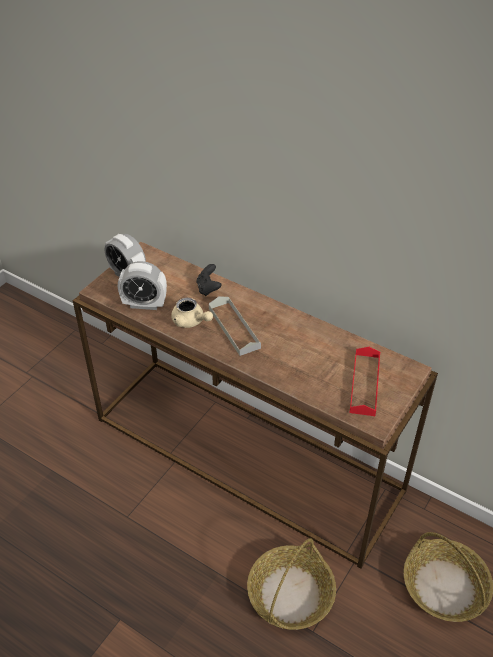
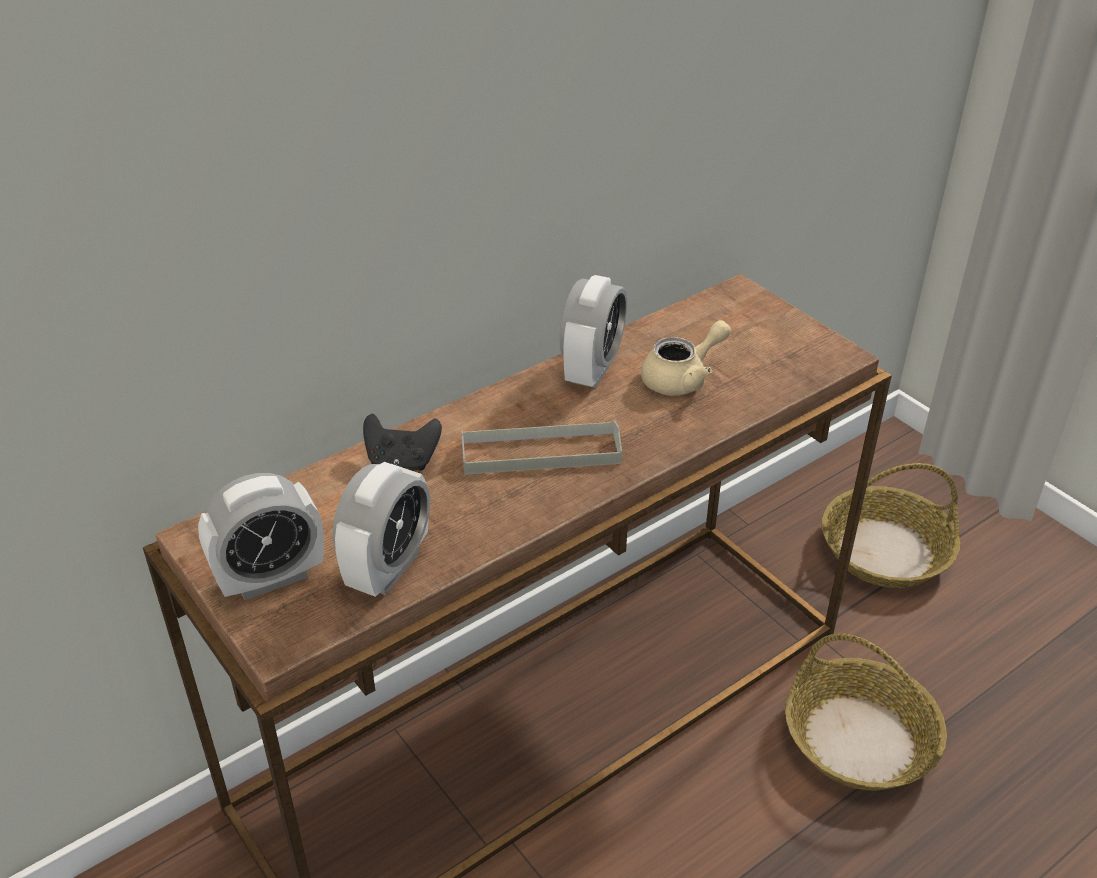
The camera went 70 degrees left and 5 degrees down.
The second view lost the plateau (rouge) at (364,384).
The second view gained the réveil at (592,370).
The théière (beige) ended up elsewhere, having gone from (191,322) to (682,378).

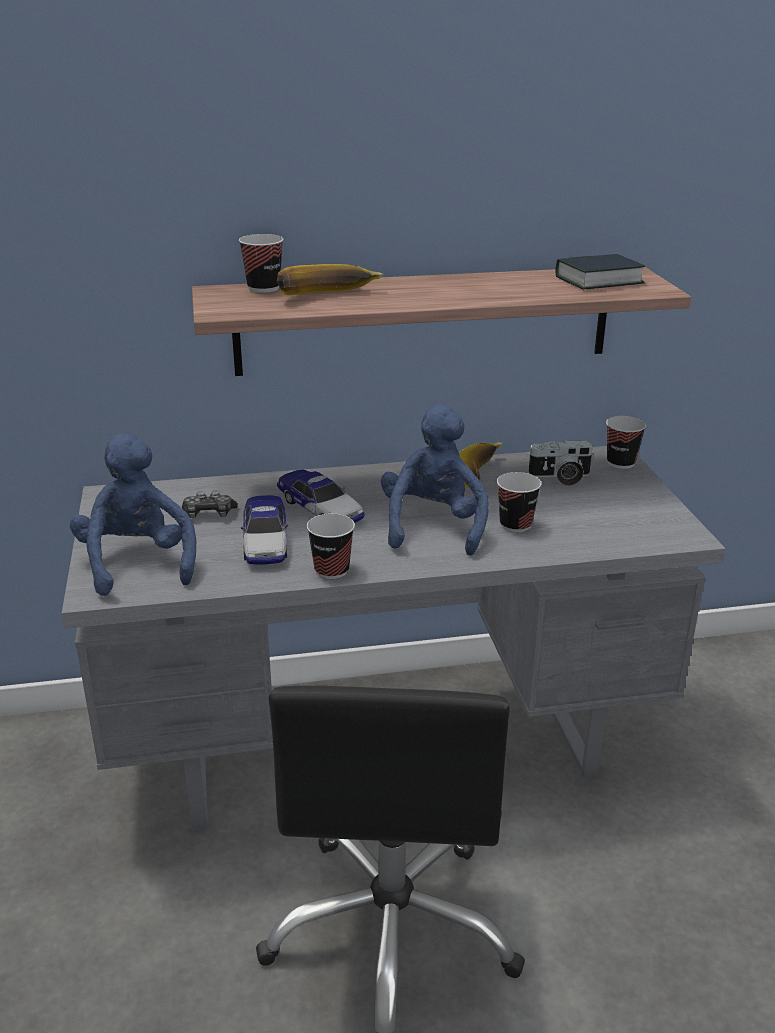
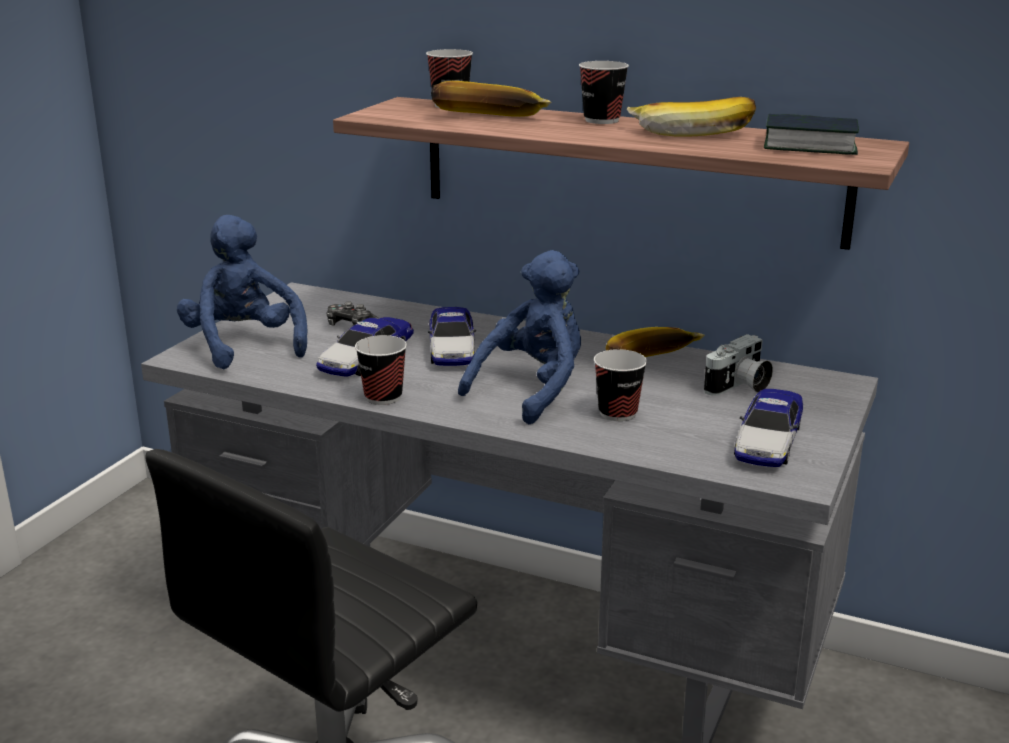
The camera went 35 degrees right and 5 degrees down.
The second view gained the banane at (691,132).
The second view gained the petite voiture at (768,440).
The tasse ended up elsewhere, having gone from (621,463) to (601,120).
The peluche (bleu) at (137,562) ended up facing another way, 45 degrees counterclockwise from before.
The appareil photo at (560,477) ended up facing another way, 75 degrees counterclockwise from before.

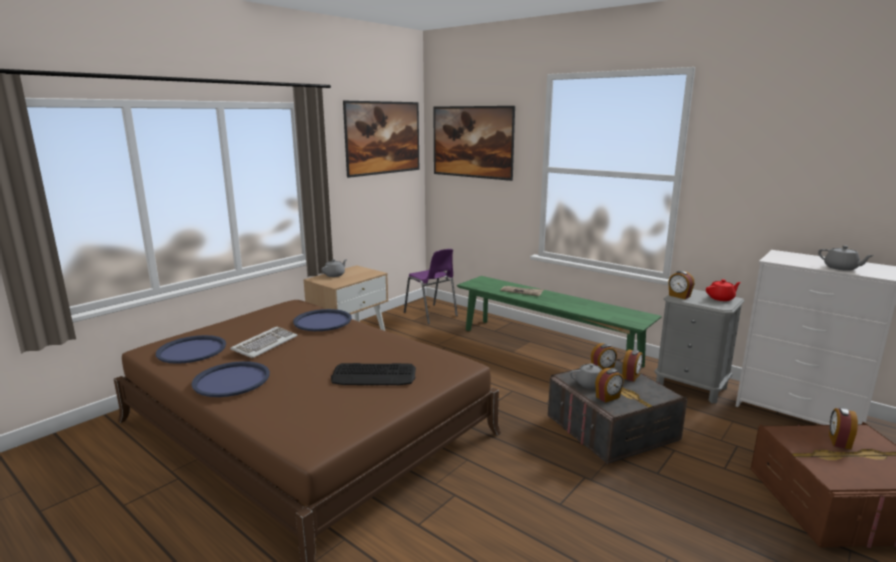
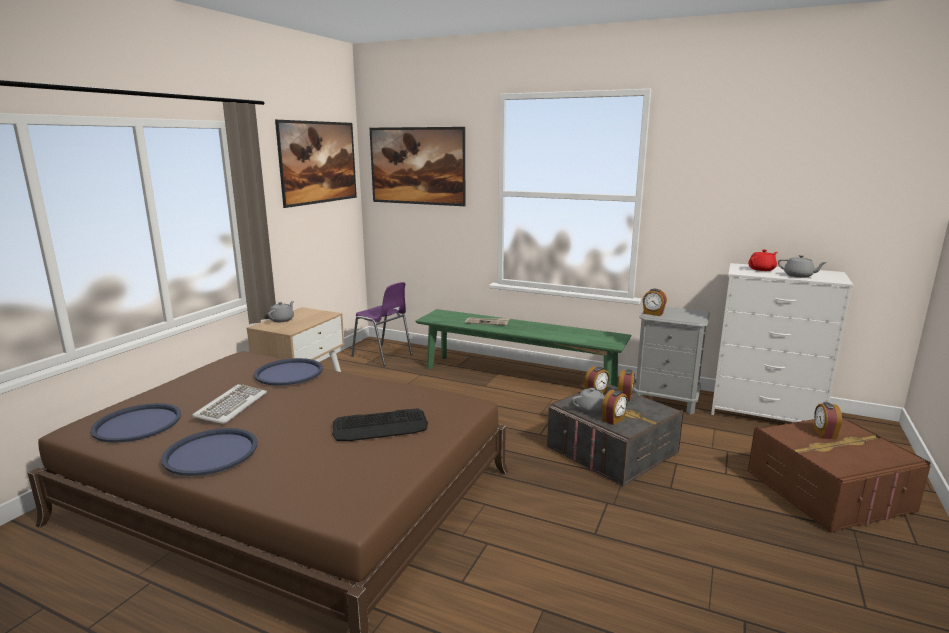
The camera went 15 degrees left and 0 degrees up.
The théière (rouge) ended up elsewhere, having gone from (721,298) to (762,269).

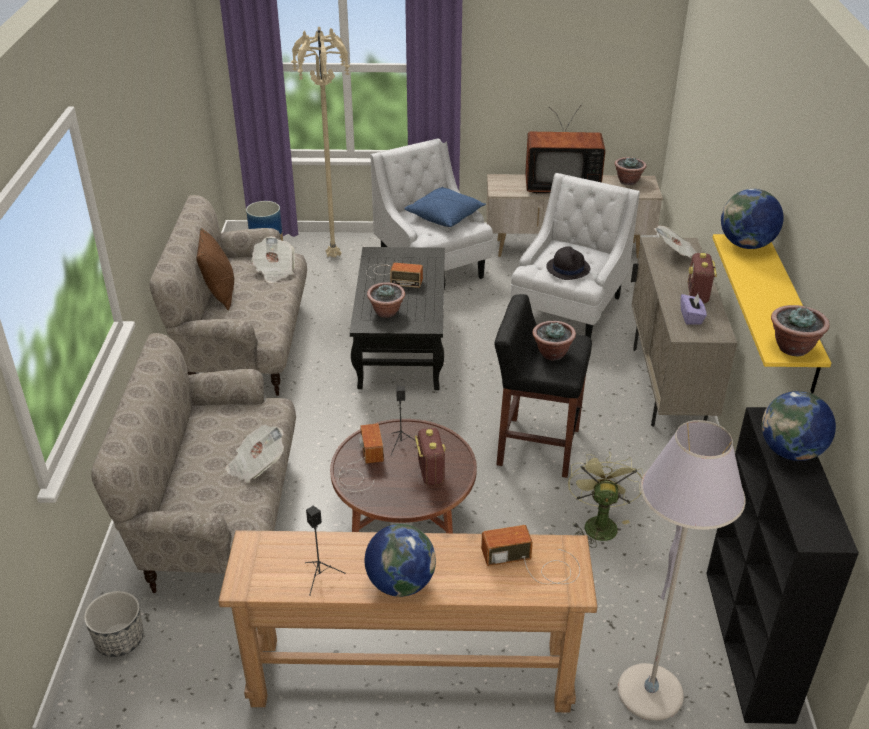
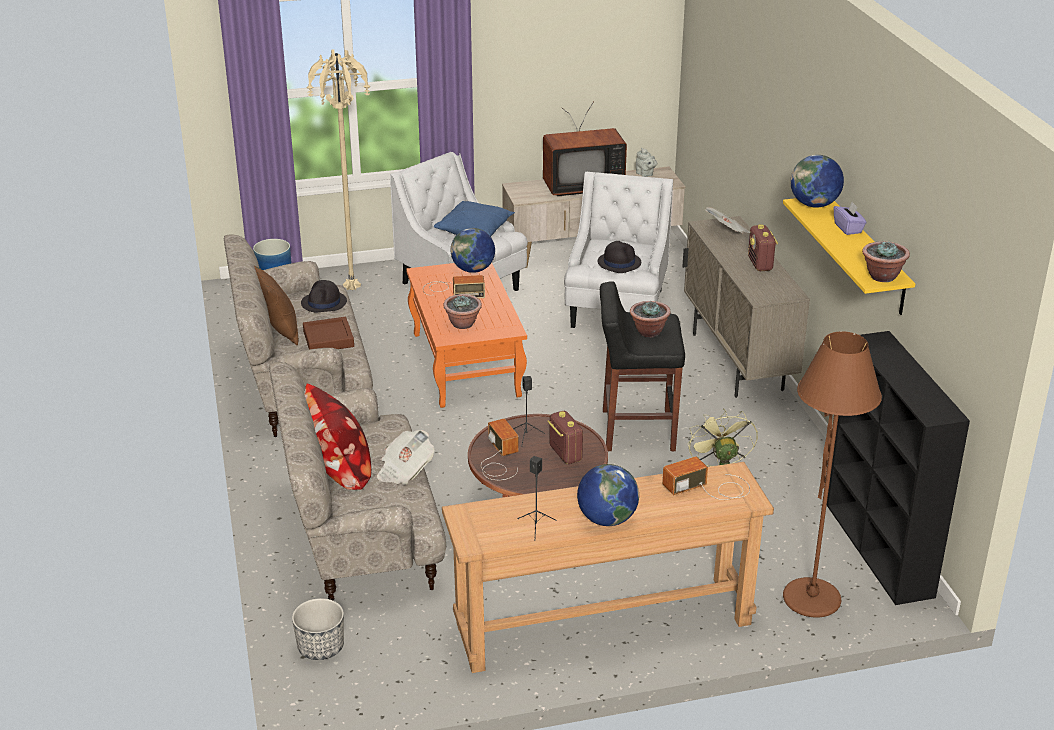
The camera went 15 degrees left and 5 degrees down.
The second view gained the plateau (marron) at (328,339).
The second view gained the coussin at (339,471).
The boîte à mouchoirs (violet) ended up elsewhere, having gone from (691,317) to (848,228).
The globe ended up elsewhere, having gone from (791,452) to (473,270).
Where the journal stood at (274,270), the chapeau (noir) came to stand at (324,303).
Where the plante en pot stood at (628,181), the théière (gris) came to stand at (645,174).
What was the table basse (noir) at (401,346) turned into the table basse (orange) at (465,364).
What was the lampadaire (gris) at (649,693) turned into the lampadaire (marron) at (811,599).

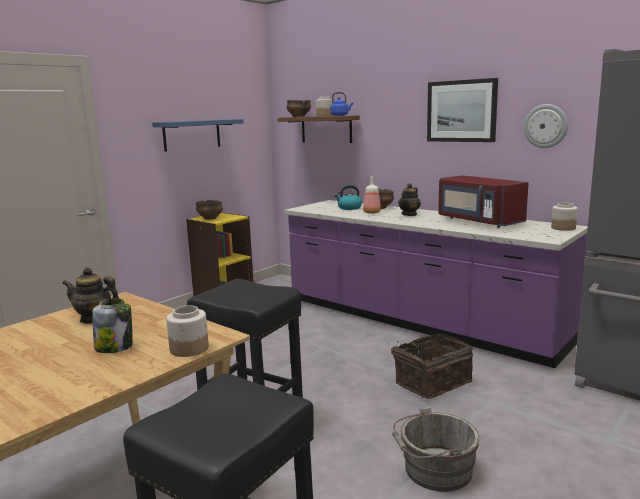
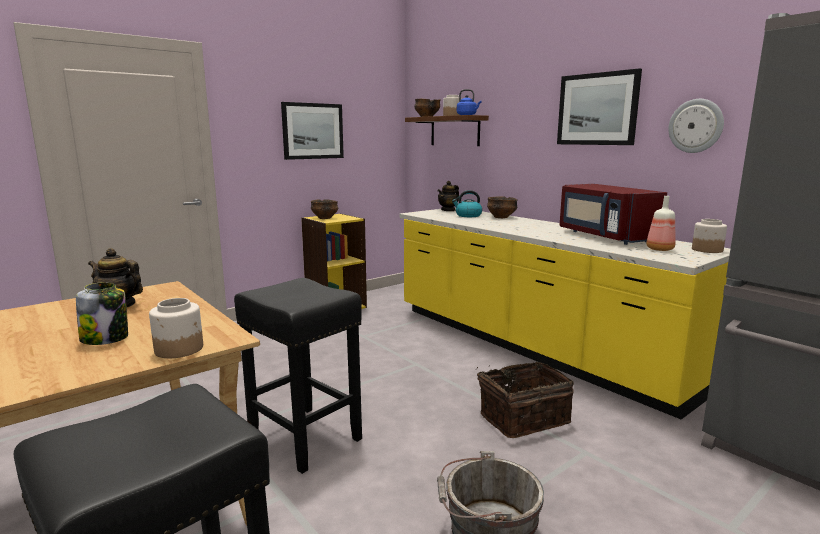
The camera went 10 degrees right and 0 degrees up.
The bouteille ended up elsewhere, having gone from (371,212) to (659,249).
The théière ended up elsewhere, having gone from (409,214) to (448,210).
Where the étagère (bleu) hung at (192,135), the tableau came to hang at (312,131).
What was the comptoir de cuisine (violet) at (417,321) turned into the comptoir de cuisine (jaune) at (530,346).

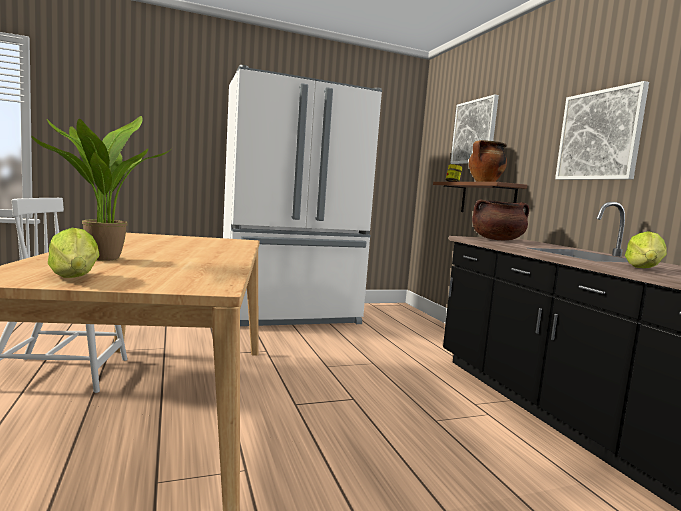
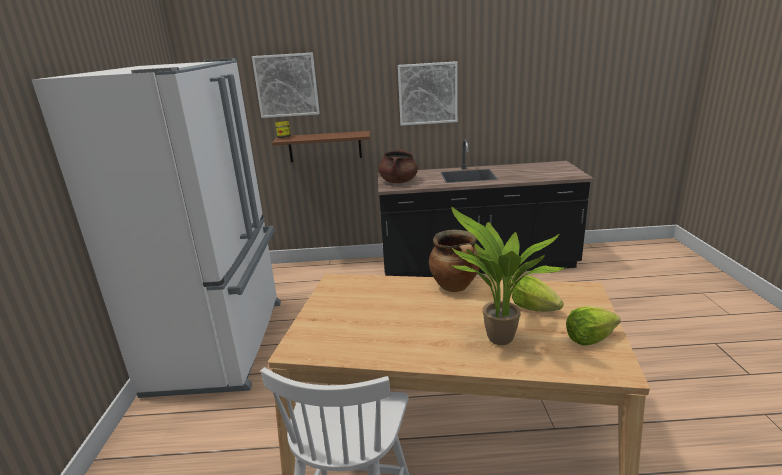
The camera went 70 degrees left and 15 degrees up.
The marmite ended up elsewhere, having gone from (485,182) to (455,287).
The laitue ended up elsewhere, having gone from (644,268) to (534,308).

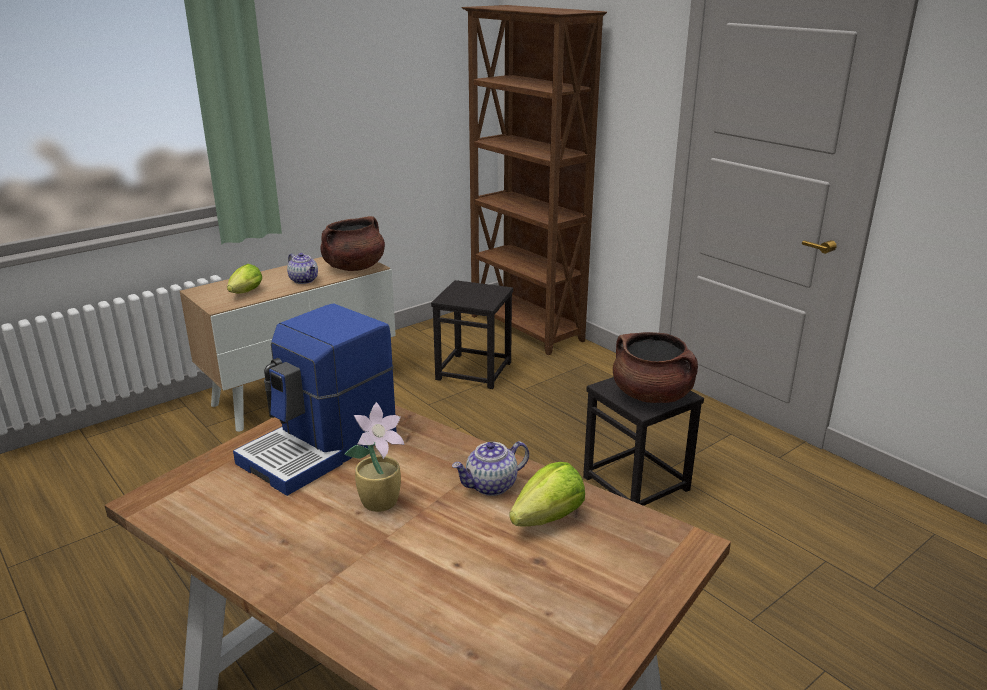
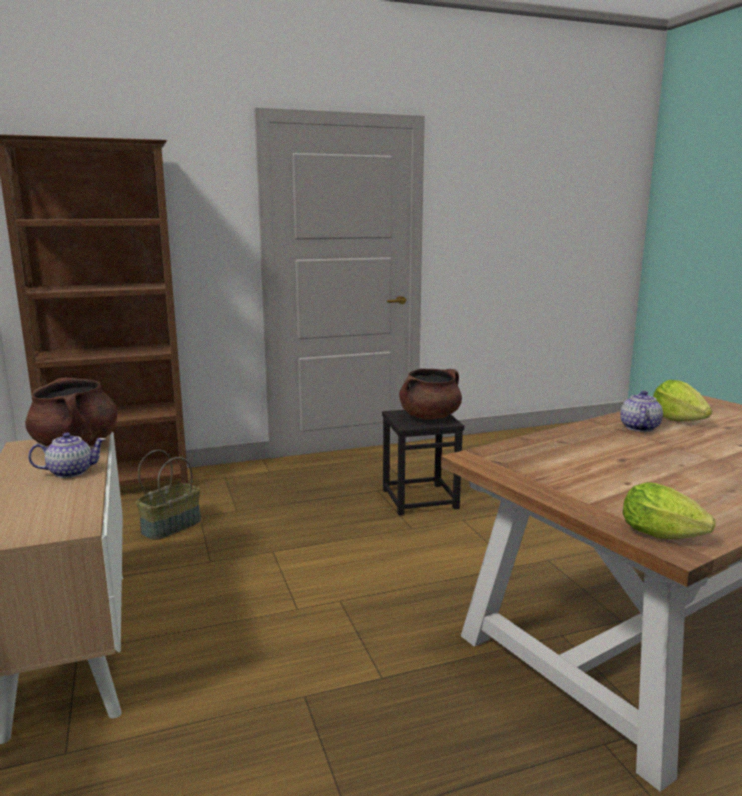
The camera went 70 degrees left and 10 degrees down.
The second view lost the machine à café at (321,448).
The second view lost the plante en pot at (382,501).
The laitue ended up elsewhere, having gone from (244,293) to (665,537).
Where the tabouret (noir) stood at (474,371), the panier came to stand at (171,526).
The théière at (491,486) ended up facing another way, 150 degrees counterclockwise from before.

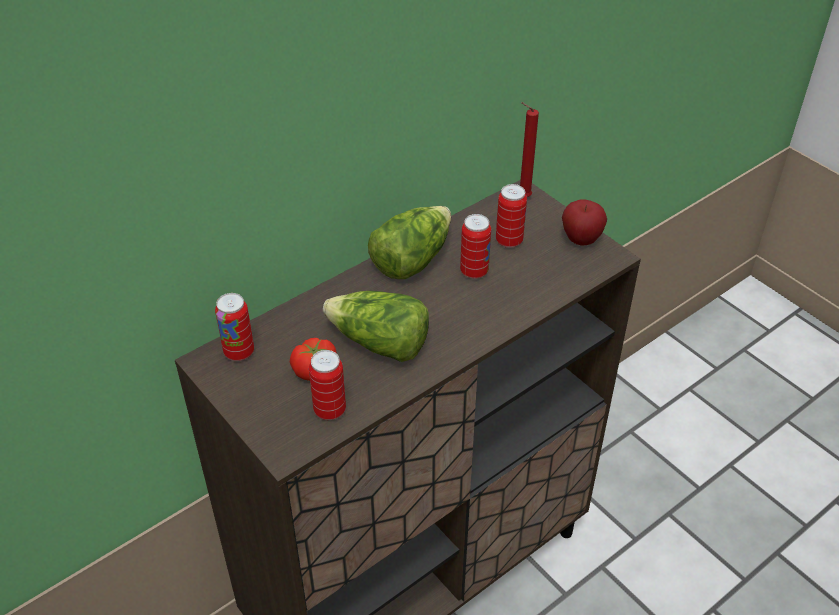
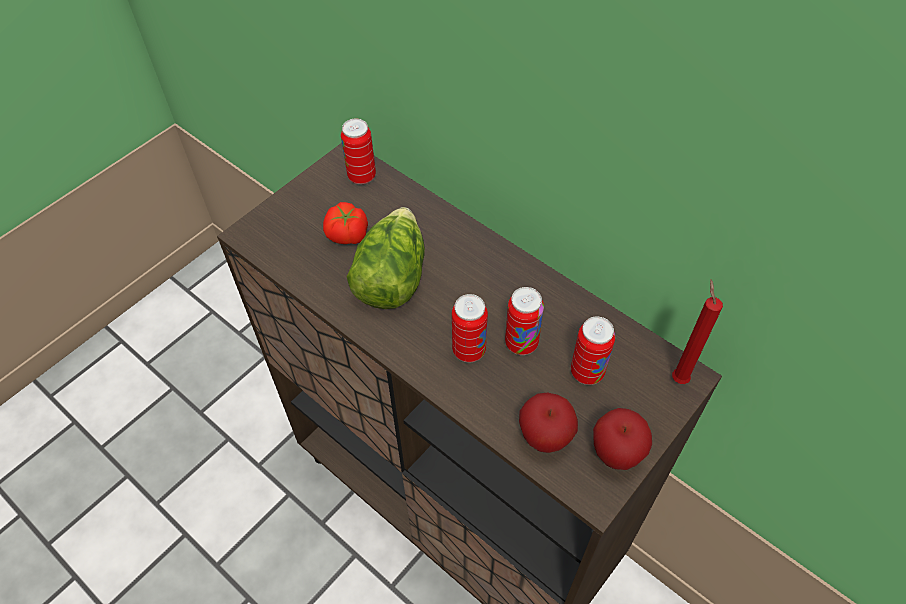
The camera went 80 degrees right and 10 degrees up.
The second view lost the laitue at (411,259).
The second view gained the pomme at (545,438).
The boîte métallique ended up elsewhere, having gone from (330,410) to (469,350).

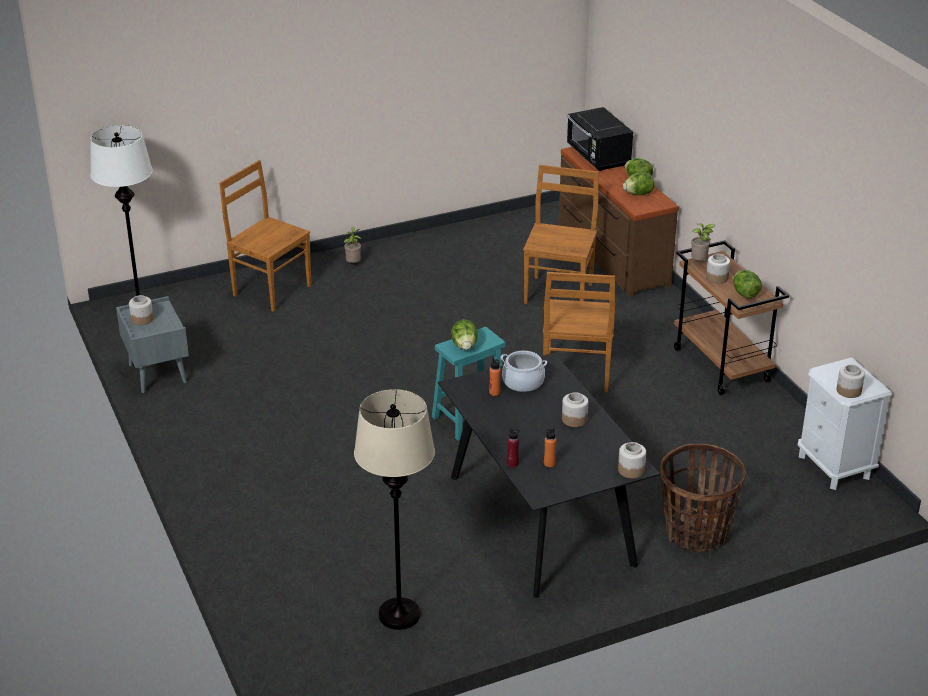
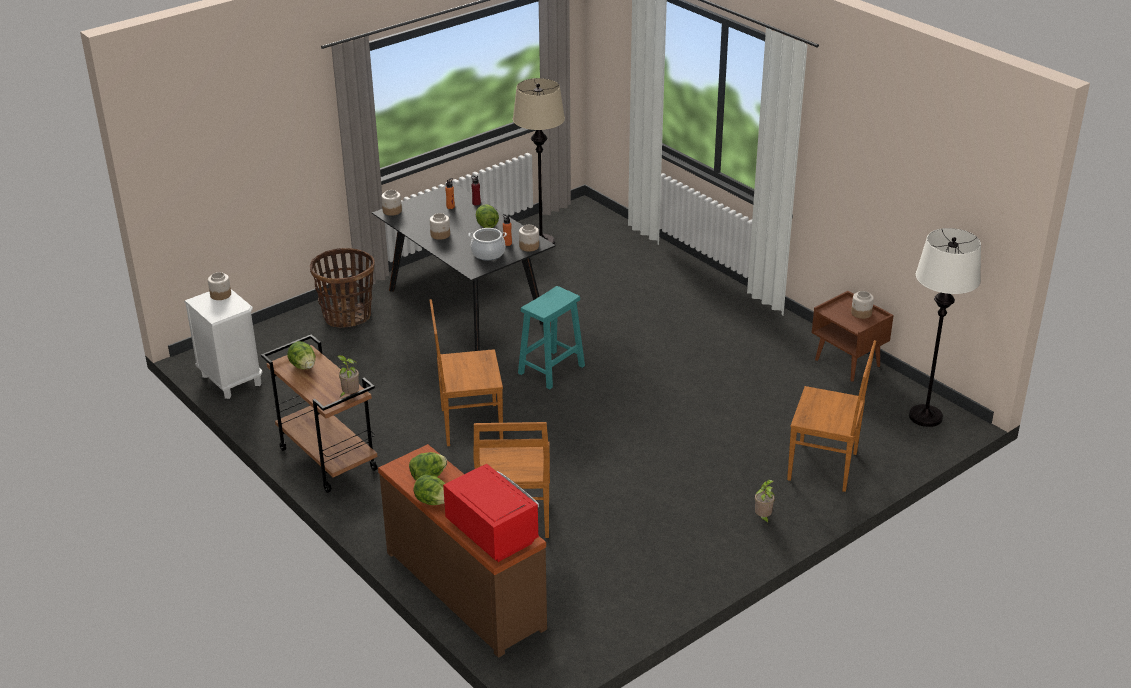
The camera went 165 degrees right and 0 degrees up.
The laitue ended up elsewhere, having gone from (464,346) to (486,225).
The bocal ended up elsewhere, having gone from (716,278) to (529,246).
What was the table de chevet (gris) at (156,373) turned into the table de chevet (marron) at (848,363).
What was the micro-ondes (noir) at (598,157) turned into the micro-ondes (rouge) at (492,532).
The chaise (marron) at (576,375) ended up facing another way, 90 degrees counterclockwise from before.

